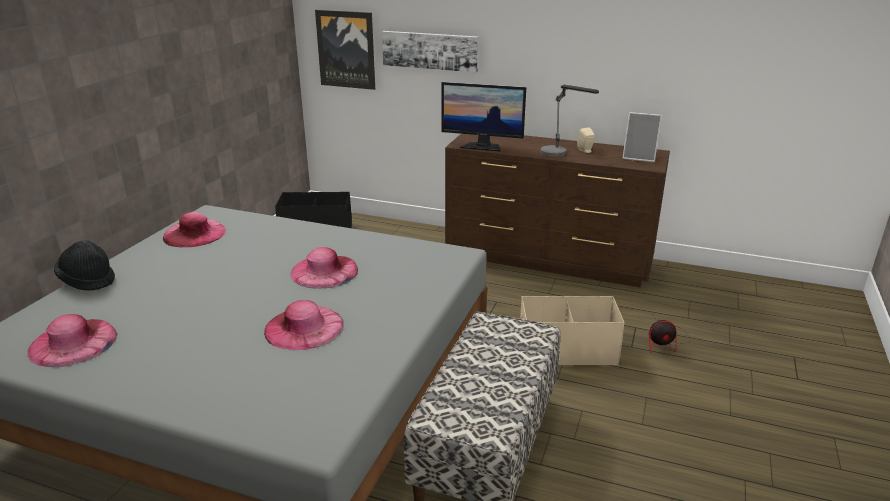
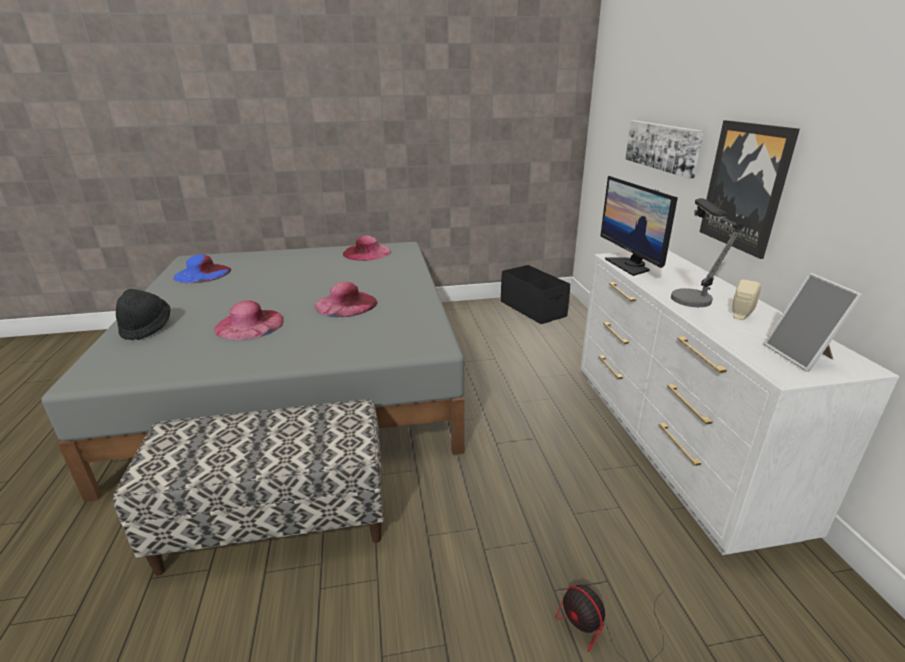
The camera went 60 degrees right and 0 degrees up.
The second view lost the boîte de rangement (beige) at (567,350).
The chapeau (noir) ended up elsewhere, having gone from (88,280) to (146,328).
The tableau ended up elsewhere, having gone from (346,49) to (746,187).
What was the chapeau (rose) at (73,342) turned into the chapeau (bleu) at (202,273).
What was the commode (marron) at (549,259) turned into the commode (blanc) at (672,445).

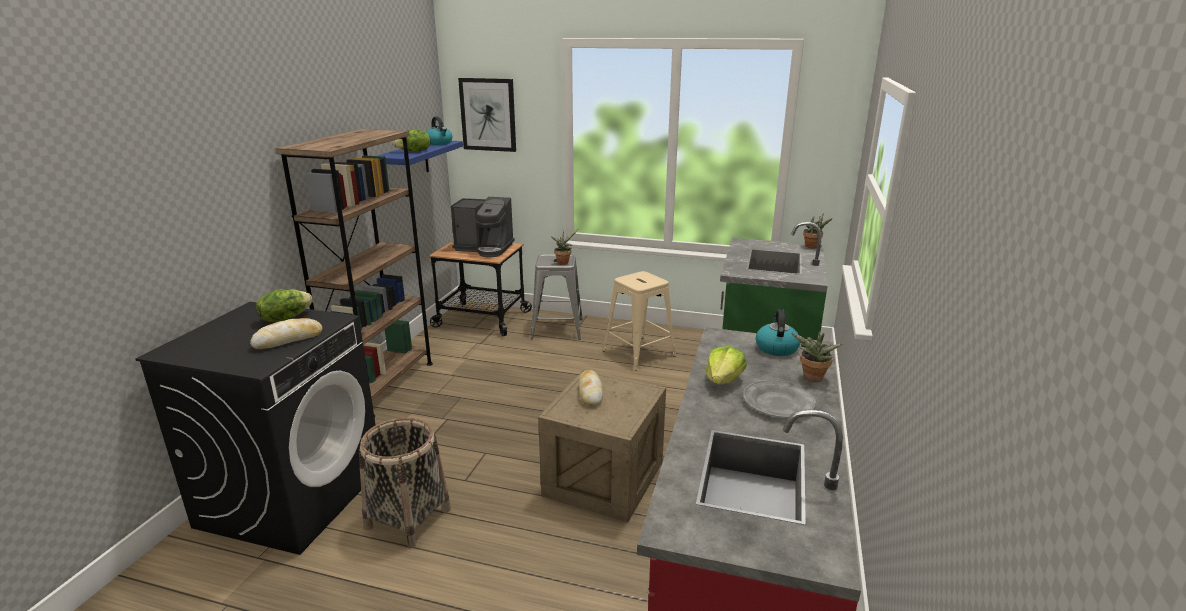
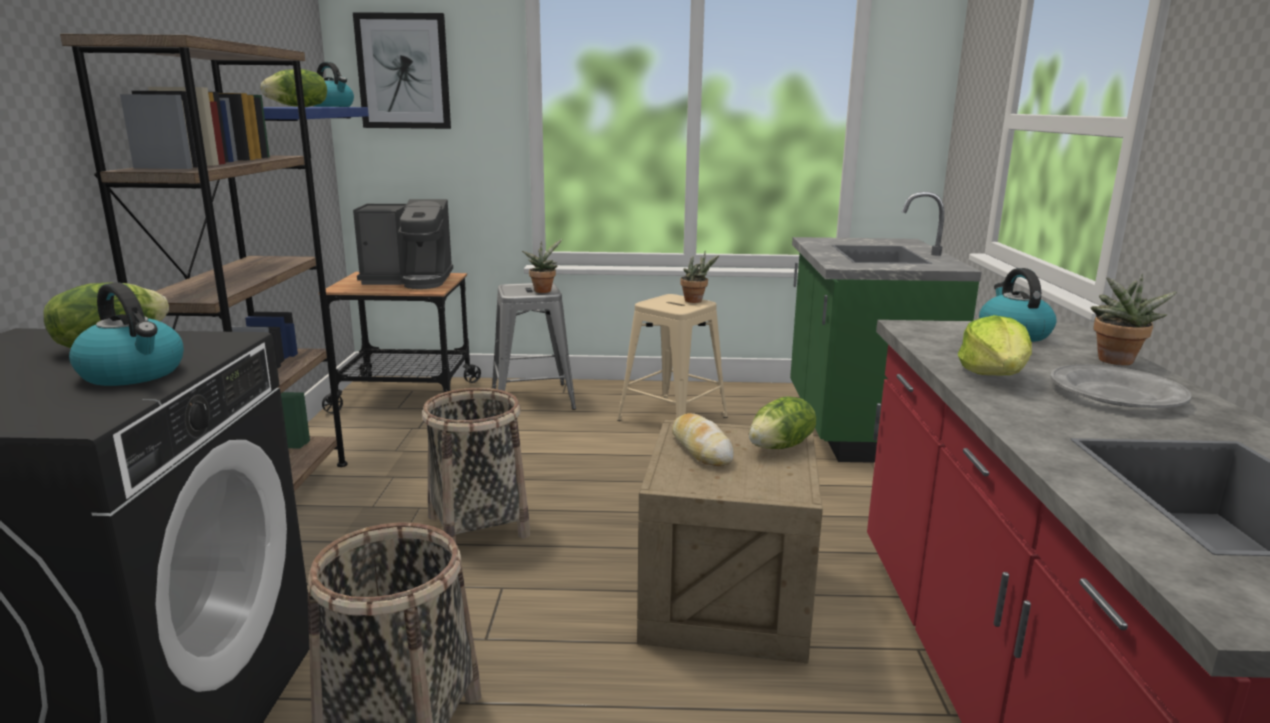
The camera went 15 degrees left and 5 degrees down.
The second view gained the panier at (479,526).
The second view gained the laitue at (781,446).
The plante en pot ended up elsewhere, having gone from (813,247) to (696,301).
Where the pain stood at (288,340), the bouilloire came to stand at (134,373).

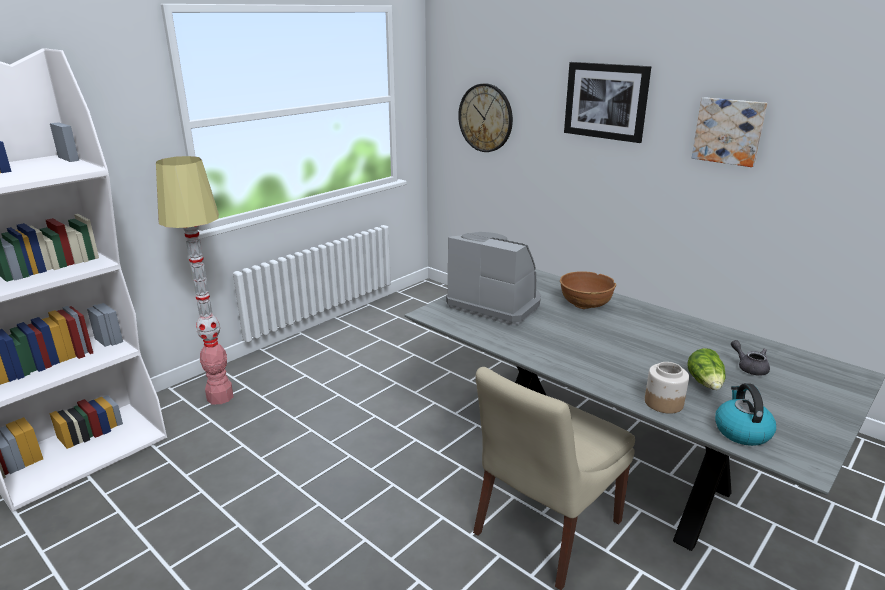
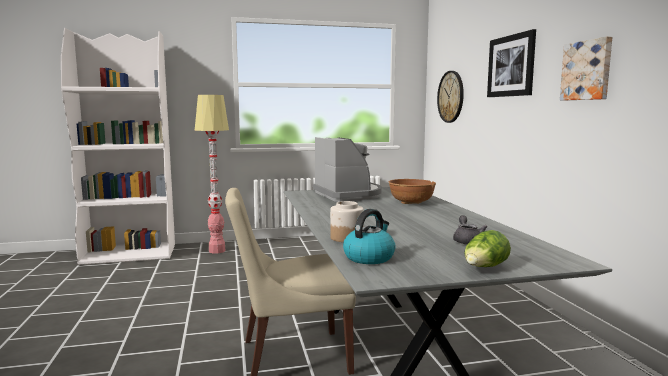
The camera went 35 degrees right and 15 degrees down.
The laitue ended up elsewhere, having gone from (705,383) to (484,268).

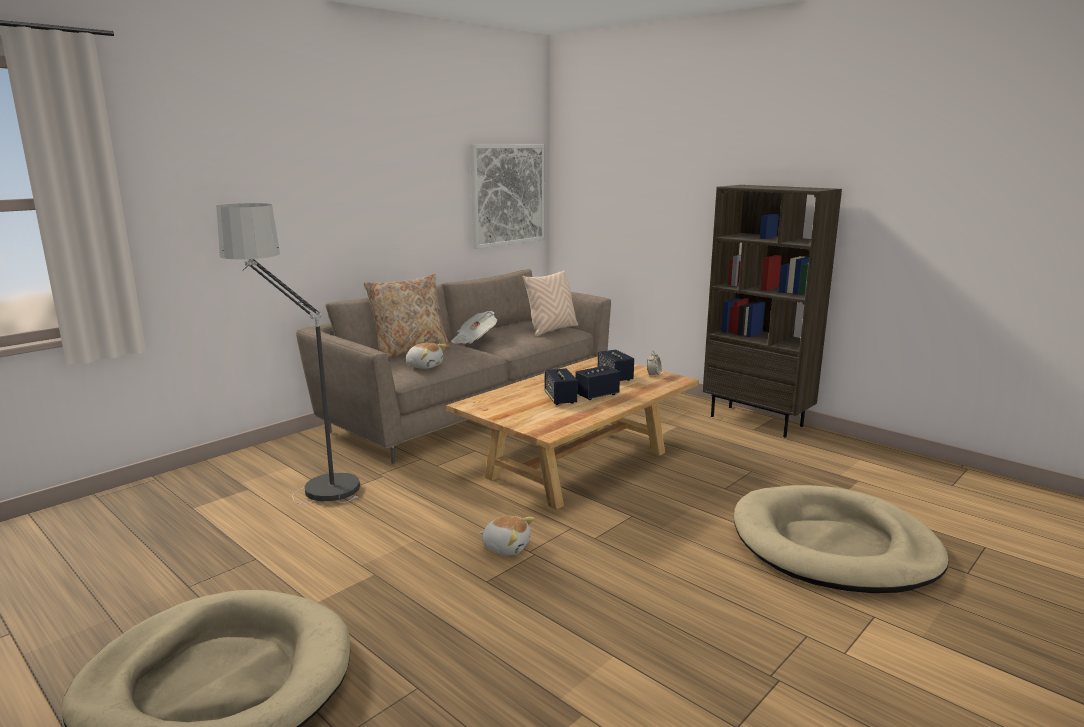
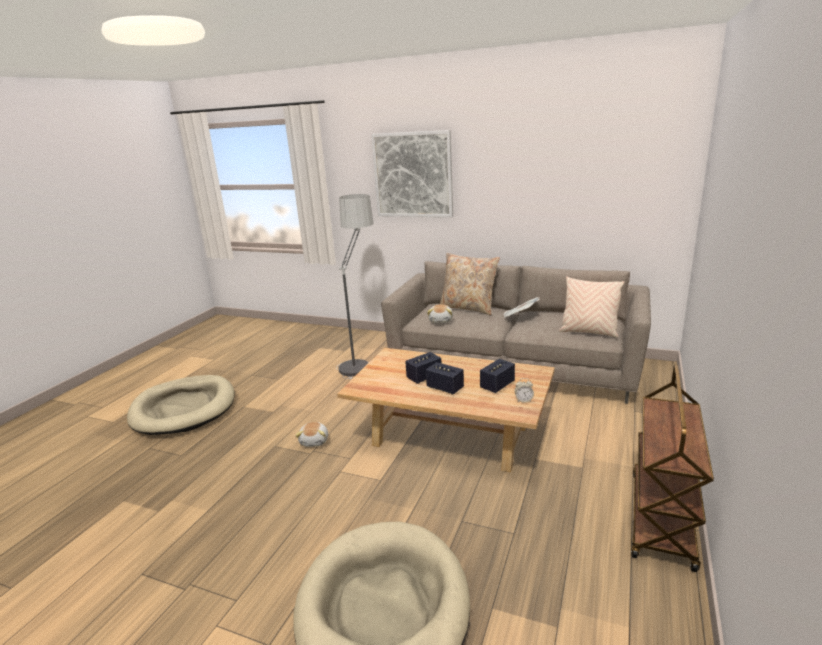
The camera went 70 degrees right and 5 degrees up.
The tableau ended up elsewhere, having gone from (508,195) to (413,175).
Where the bibliothèque (marron) stood at (757,421), the chariot (marron) came to stand at (662,520).

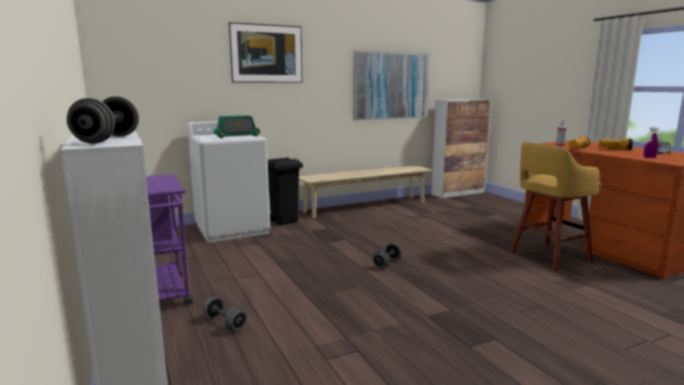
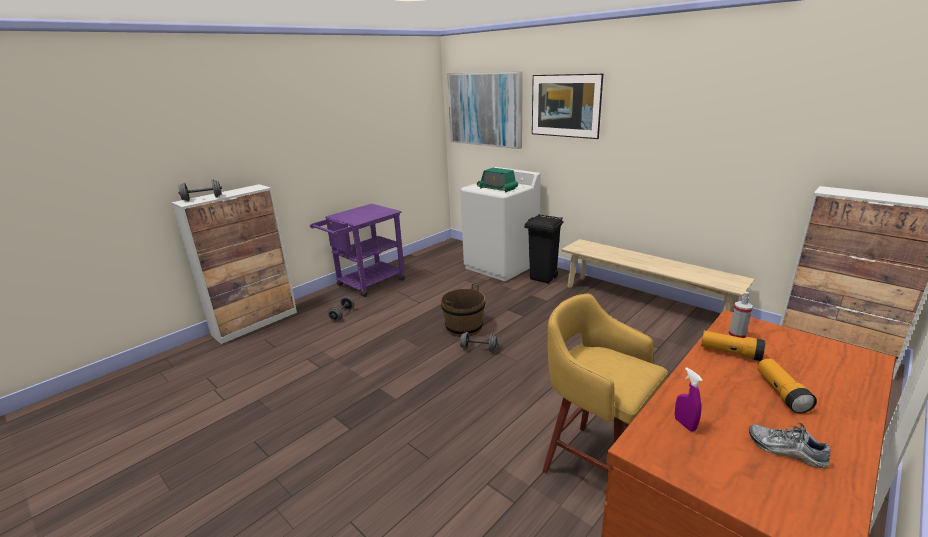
The camera went 70 degrees right and 10 degrees up.
The second view gained the seau (marron) at (464,327).
The tableau ended up elsewhere, having gone from (390,86) to (485,109).

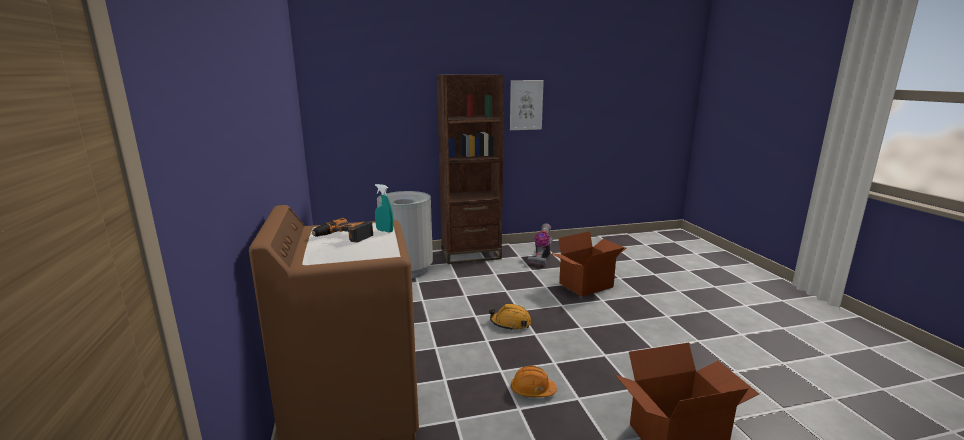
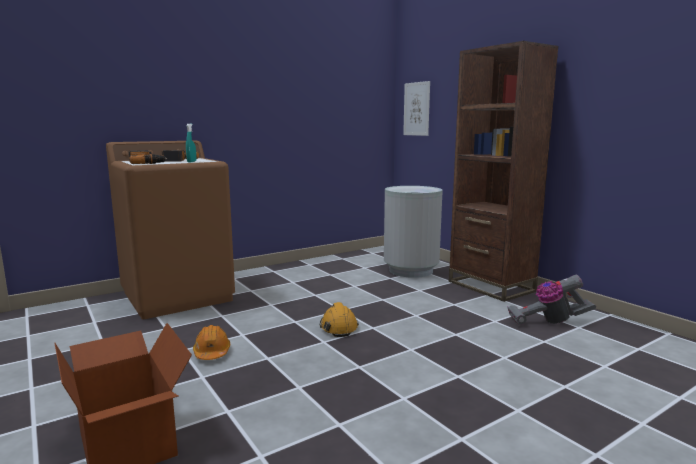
The camera went 70 degrees right and 5 degrees down.
The second view lost the carton at (586,285).
The second view gained the perceuse at (146,163).
The tableau ended up elsewhere, having gone from (526,105) to (416,109).

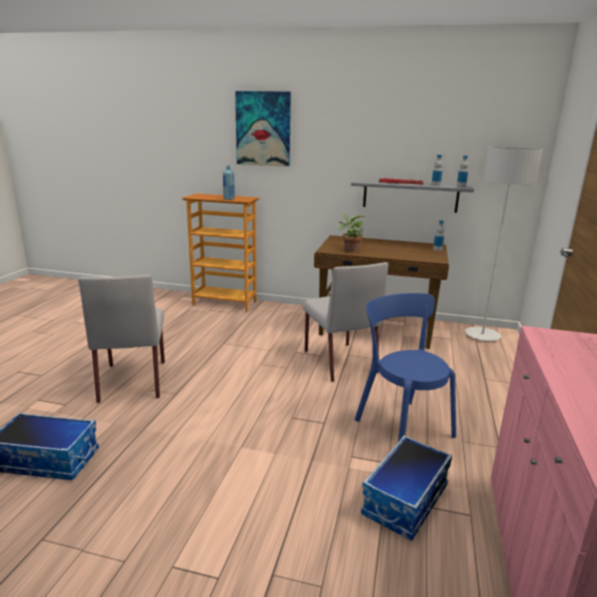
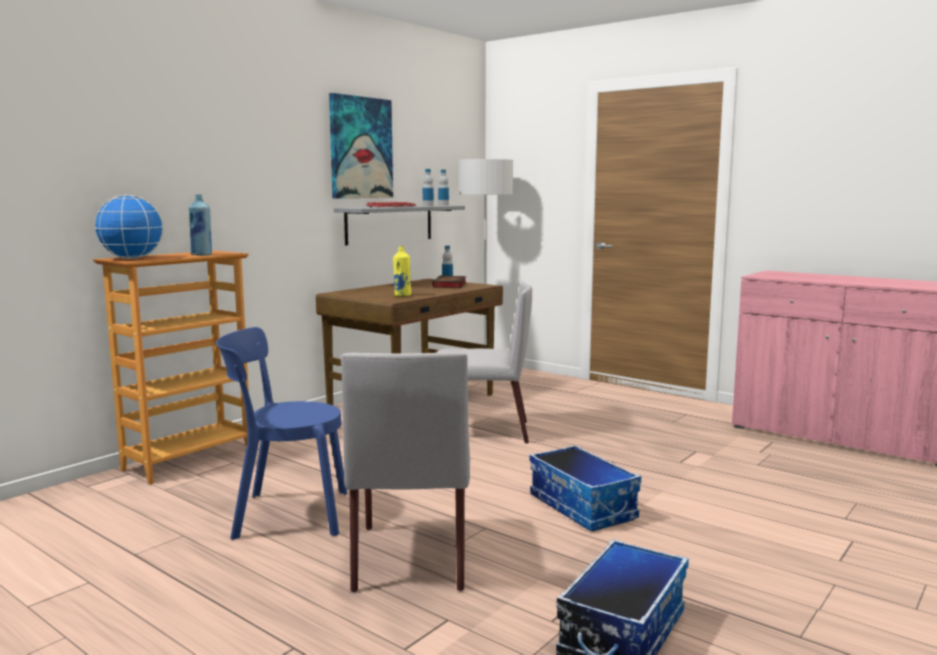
The camera went 65 degrees left and 10 degrees down.
The second view gained the globe at (131,258).
The second view gained the livre at (450,285).
The tableau ended up elsewhere, having gone from (263,129) to (360,148).
The chaise (bleu) ended up elsewhere, having gone from (401,425) to (285,514).
The boîte de rangement ended up elsewhere, having gone from (406,501) to (583,507).
Where the plante en pot stood at (349,249), the bouteille (jaune) came to stand at (402,295).
The chaise (gris) at (133,380) ended up facing another way, 75 degrees clockwise from before.

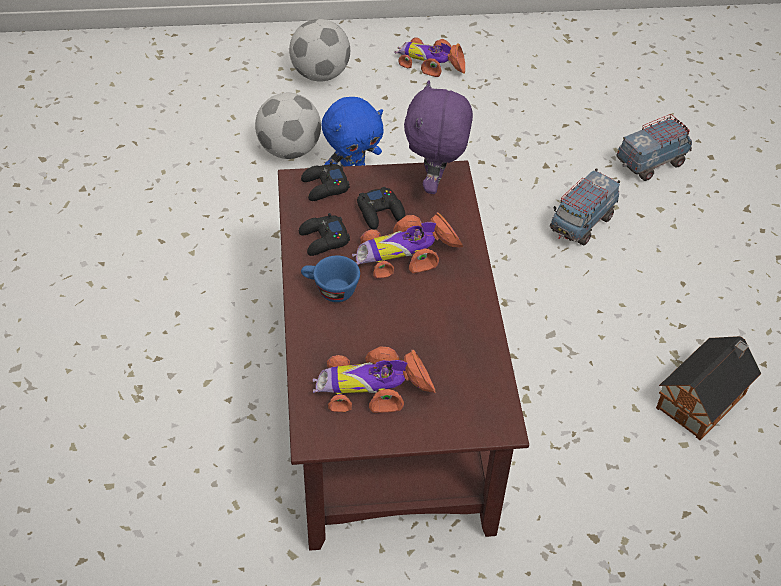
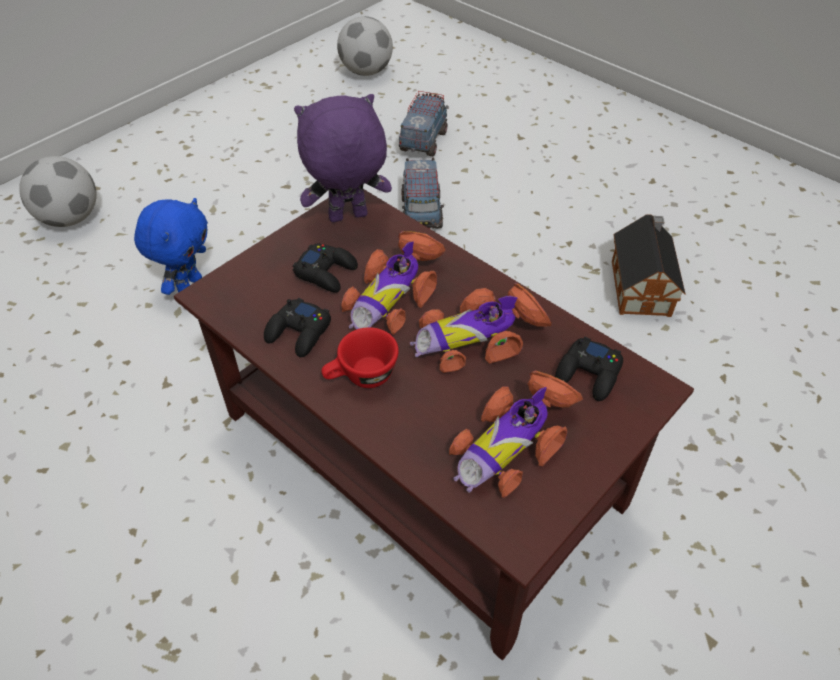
The camera went 40 degrees left and 0 degrees up.
The ballon de foot ended up elsewhere, having gone from (290,150) to (366,72).
The manette (noir) ended up elsewhere, having gone from (324,187) to (589,374).
The petite voiture ended up elsewhere, having gone from (430,64) to (478,339).
What was the tasse (bleu) at (330,290) turned into the tasse (rouge) at (361,377).
The peluche (violet) at (435,184) ended up facing another way, 105 degrees clockwise from before.

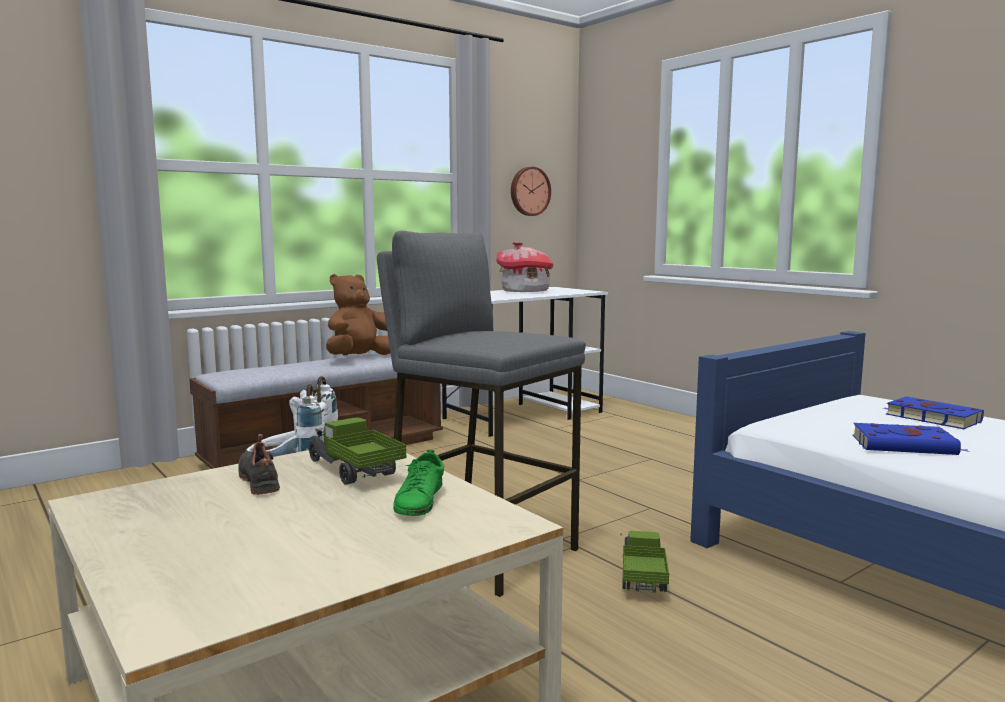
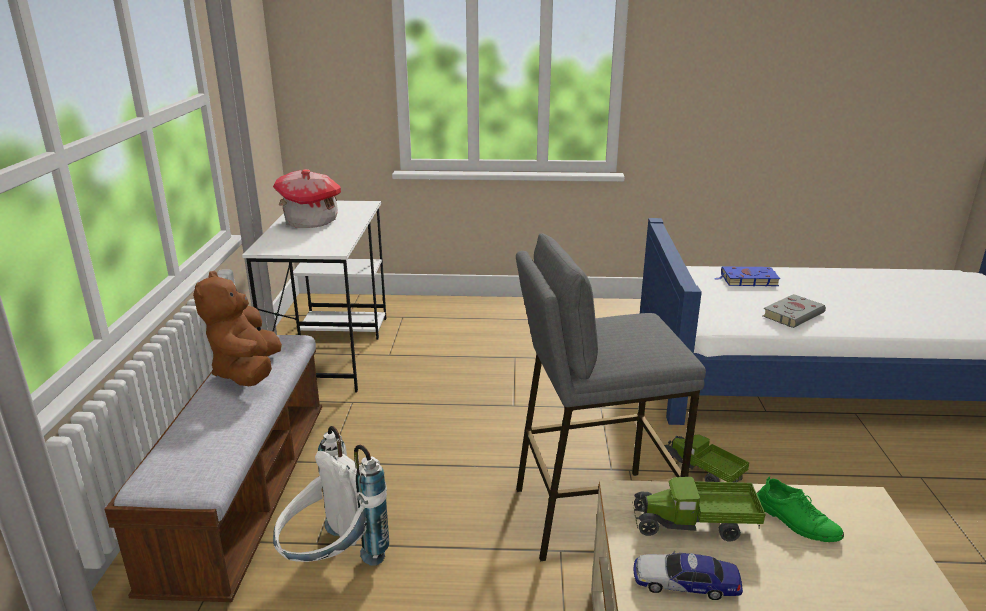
The camera went 50 degrees left and 15 degrees up.
The second view lost the horloge murale at (529,191).
Where the chaussure (noir) stood at (261,481), the petite voiture came to stand at (685,583).
What was the livre (bleu) at (906,445) turned into the livre (gris) at (793,314).

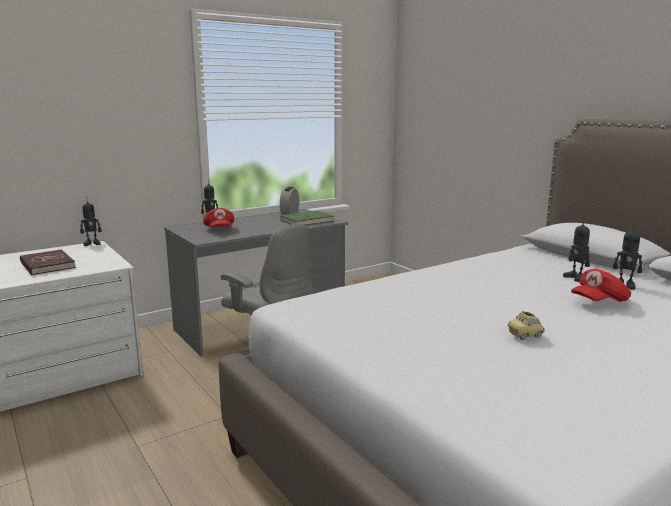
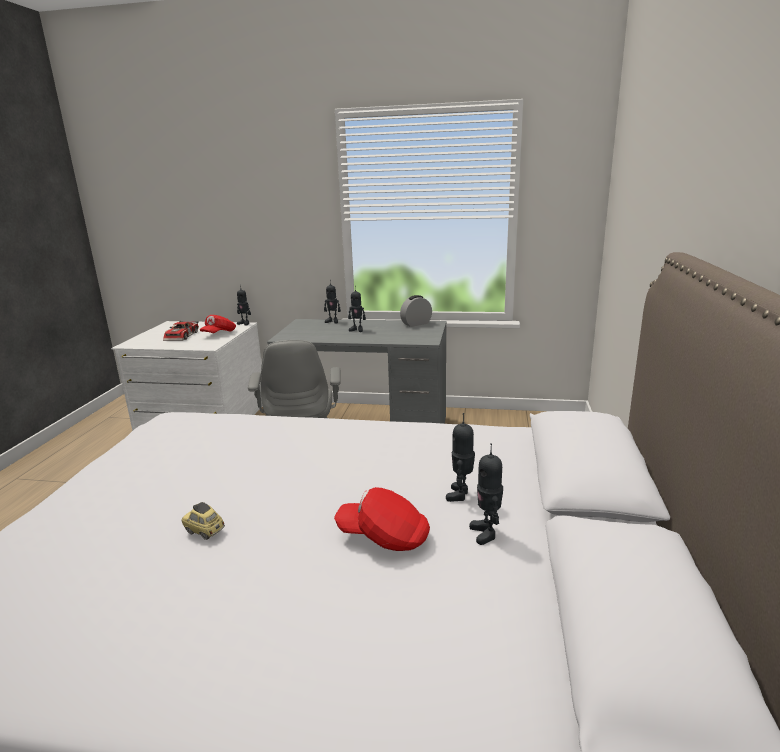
The camera went 45 degrees right and 5 degrees up.
The second view lost the livre (vert) at (307,221).
The second view gained the robot jouet at (357,330).
The casquette (rouge) ended up elsewhere, having gone from (219,229) to (219,334).
Where the livre (rouge) stood at (47,265), the petite voiture came to stand at (183,336).

